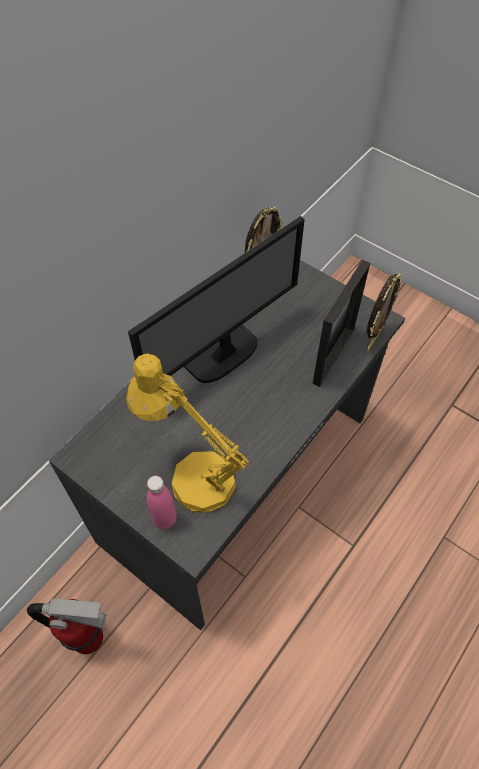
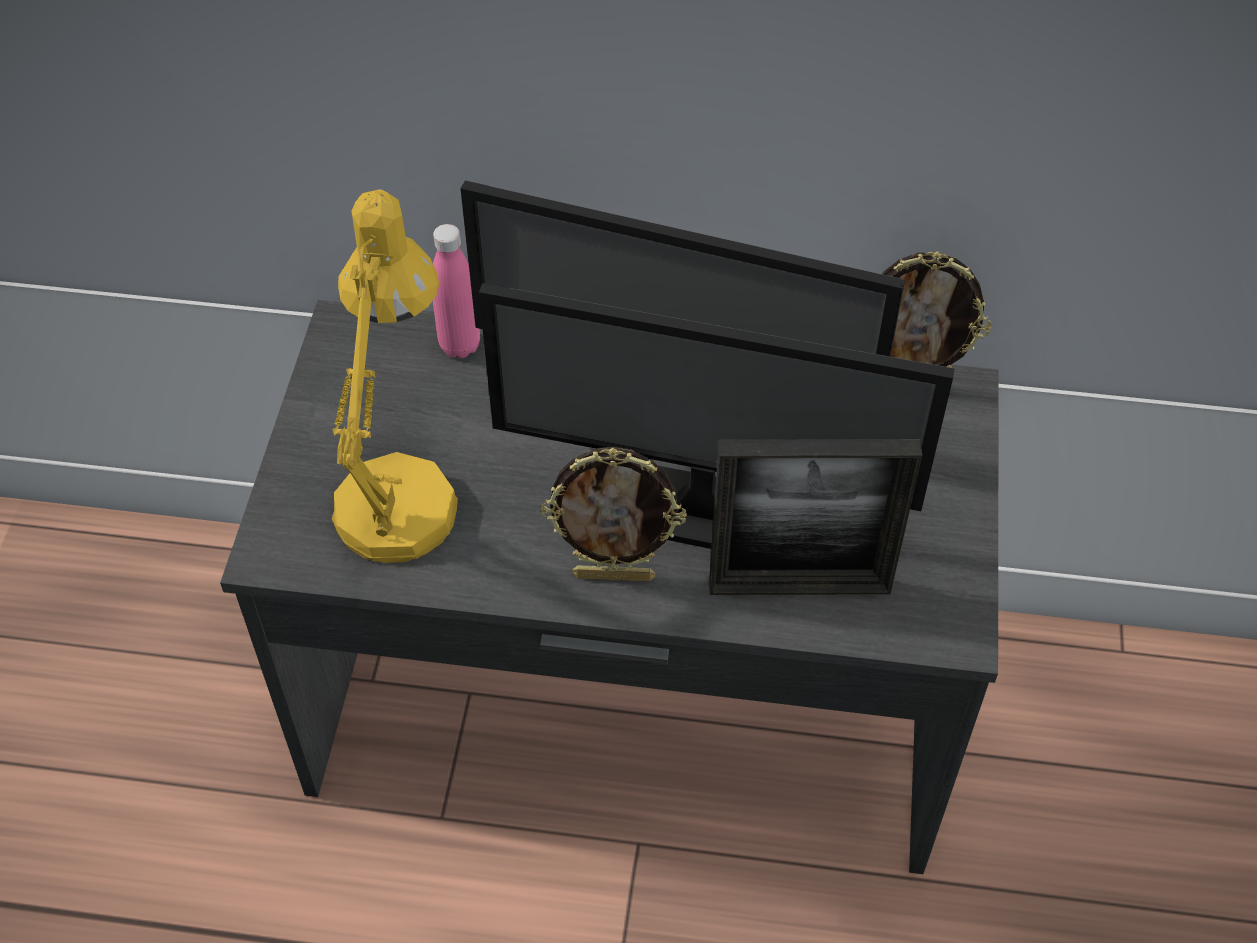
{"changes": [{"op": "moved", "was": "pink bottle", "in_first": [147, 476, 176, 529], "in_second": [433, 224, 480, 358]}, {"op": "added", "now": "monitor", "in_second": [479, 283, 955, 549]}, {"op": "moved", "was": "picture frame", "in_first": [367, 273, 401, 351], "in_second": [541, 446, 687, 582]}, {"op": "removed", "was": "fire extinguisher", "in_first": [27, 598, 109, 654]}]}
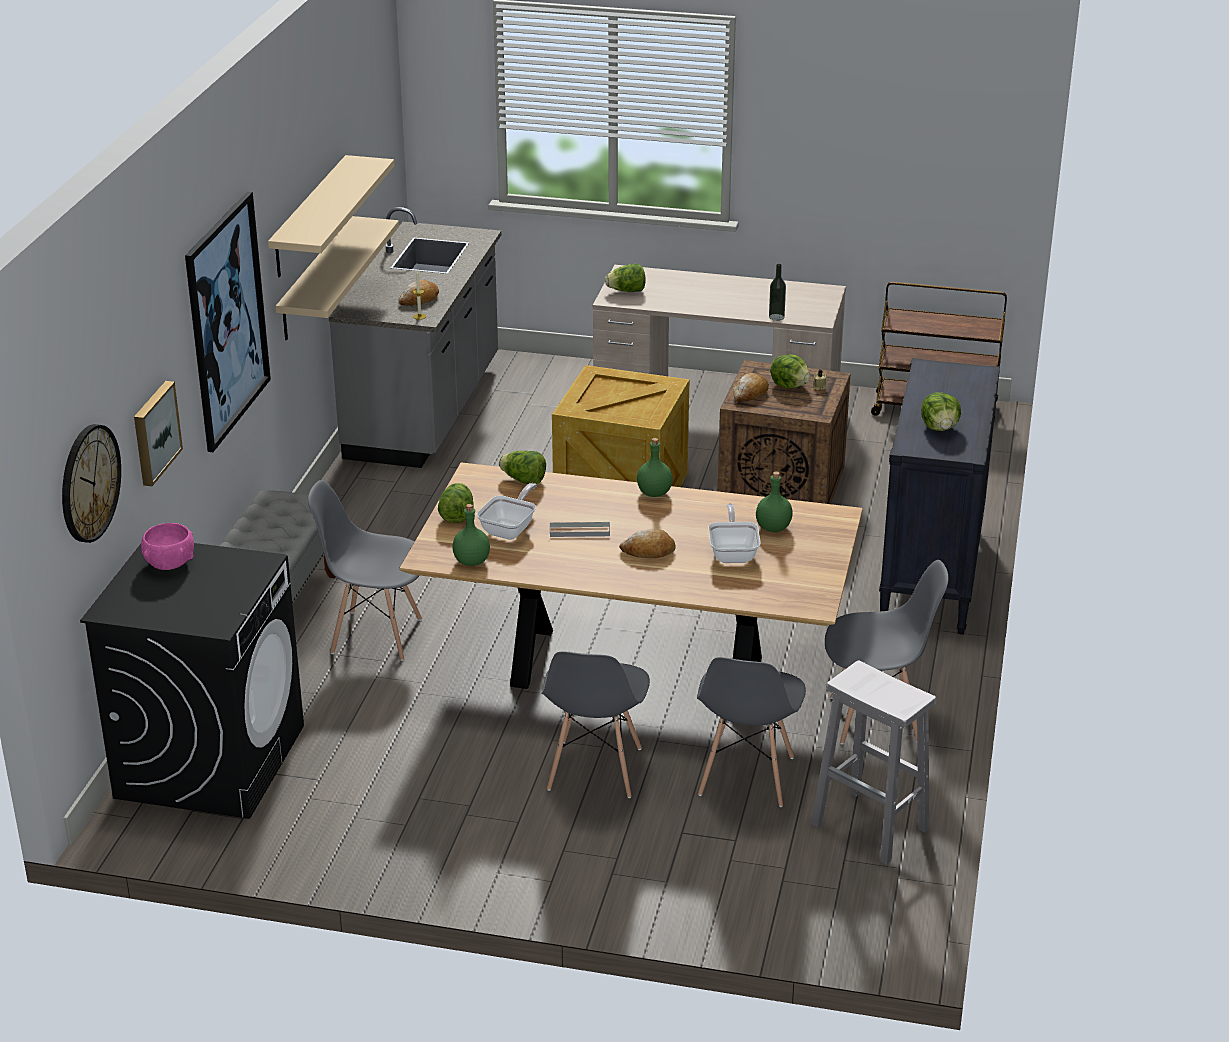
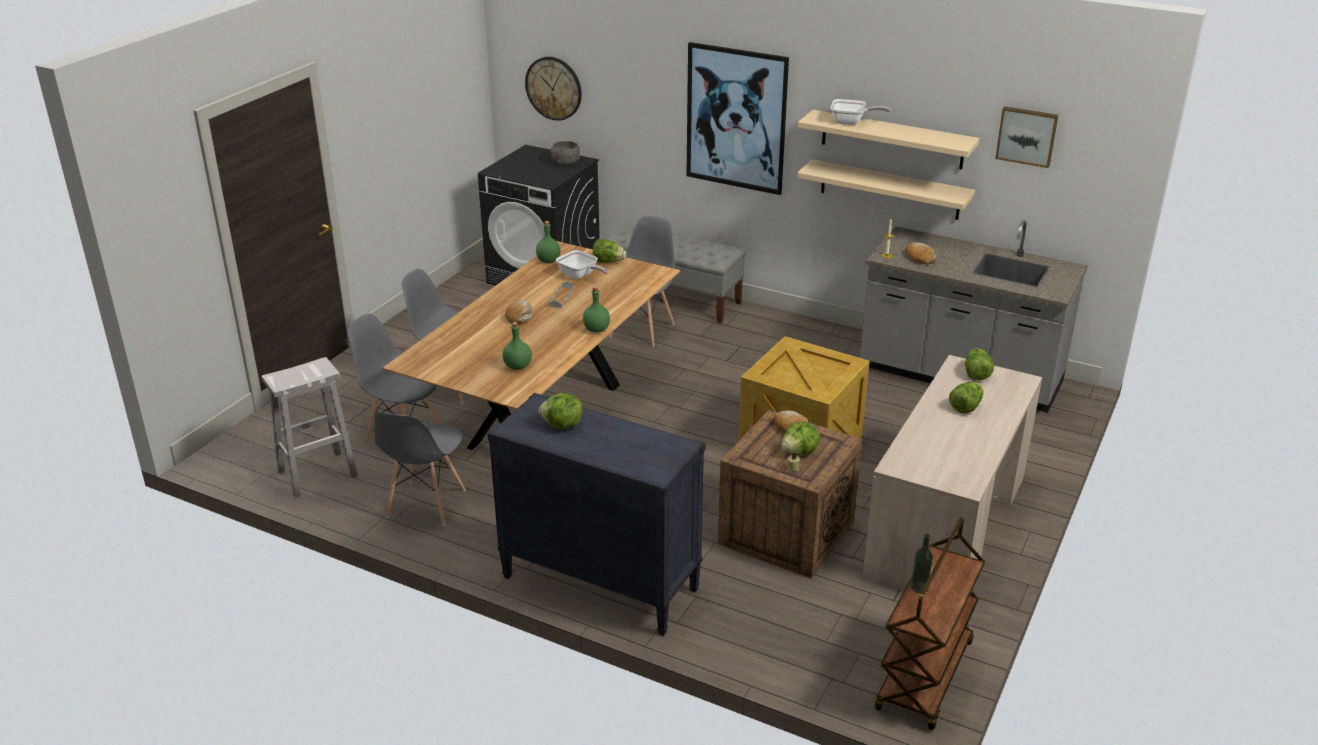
{"changes": [{"op": "recoloured", "was": "pink bowl", "now": "grey bowl", "in_first": [141, 523, 194, 570], "in_second": [551, 141, 580, 165]}, {"op": "moved", "was": "frying pan", "in_first": [708, 503, 761, 563], "in_second": [831, 99, 891, 125]}, {"op": "moved", "was": "bottle", "in_first": [769, 264, 786, 321], "in_second": [911, 534, 933, 593]}, {"op": "moved", "was": "lettuce", "in_first": [499, 451, 546, 484], "in_second": [949, 382, 983, 414]}, {"op": "moved", "was": "picture", "in_first": [134, 381, 183, 486], "in_second": [995, 106, 1058, 168]}]}
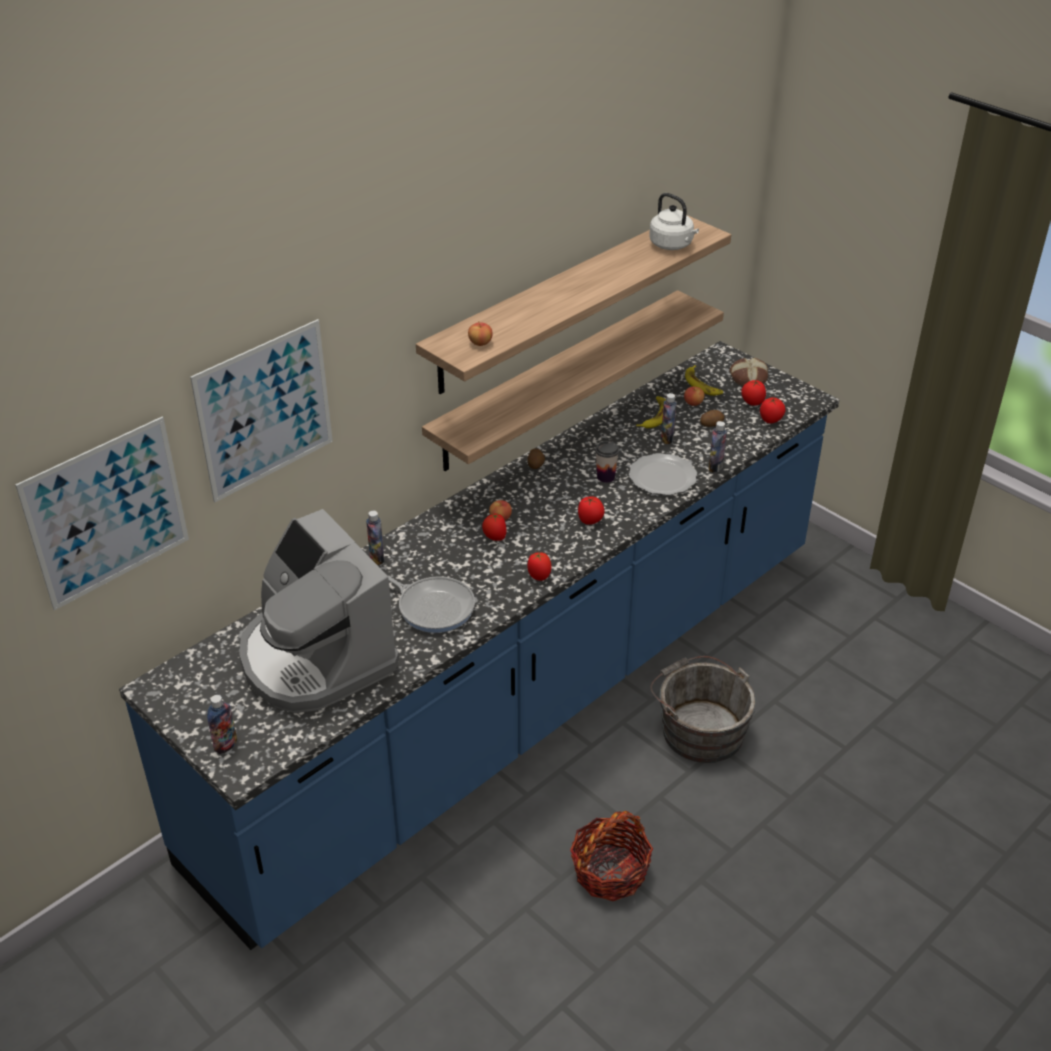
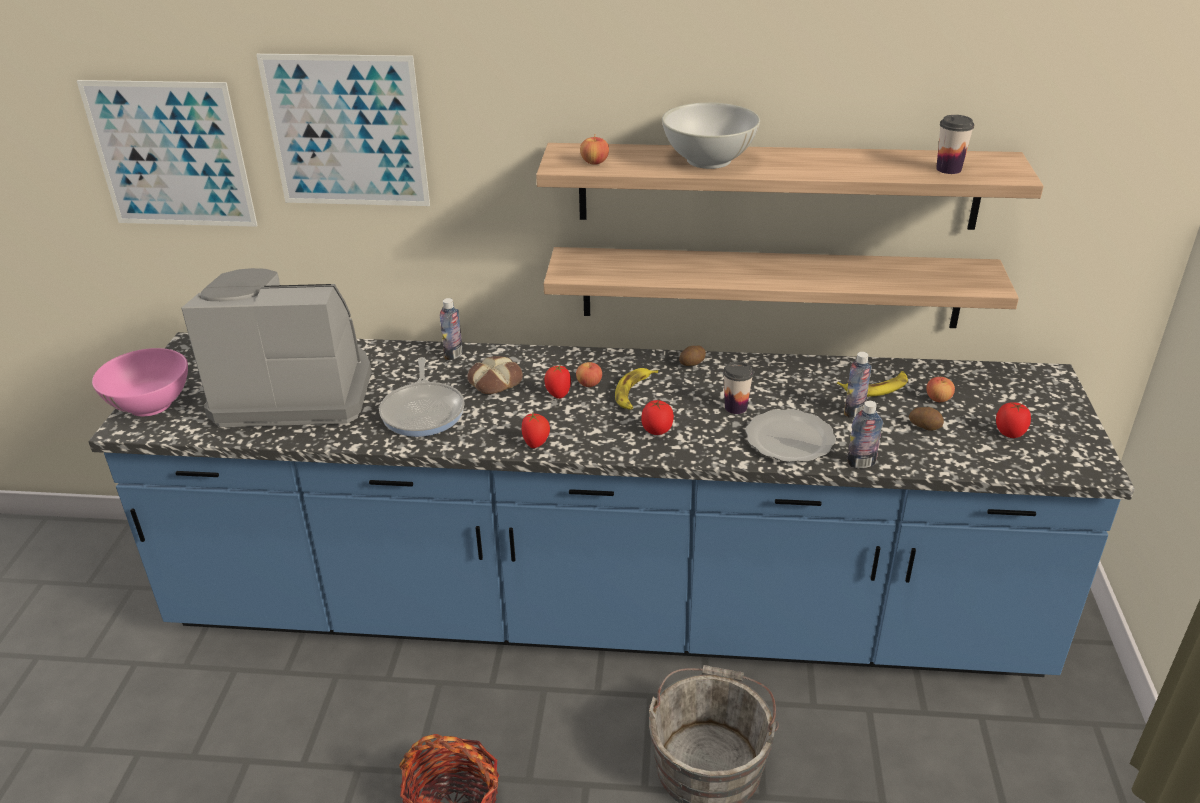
{"changes": [{"op": "replaced", "was": "bottle", "now": "pink bowl", "in_first": [207, 695, 237, 754], "in_second": [92, 348, 188, 416]}, {"op": "turned", "was": "coffee machine", "in_first": [239, 509, 399, 713], "in_second": [181, 268, 372, 427], "clockwise": 75}, {"op": "moved", "was": "bread", "in_first": [730, 358, 768, 386], "in_second": [467, 356, 523, 394]}, {"op": "moved", "was": "banana", "in_first": [685, 365, 723, 396], "in_second": [615, 368, 658, 410]}, {"op": "added", "now": "white bowl", "in_second": [662, 102, 760, 169]}, {"op": "replaced", "was": "white kettle", "now": "cup", "in_first": [649, 193, 699, 250], "in_second": [936, 115, 974, 174]}, {"op": "removed", "was": "tomato", "in_first": [760, 397, 786, 424]}]}
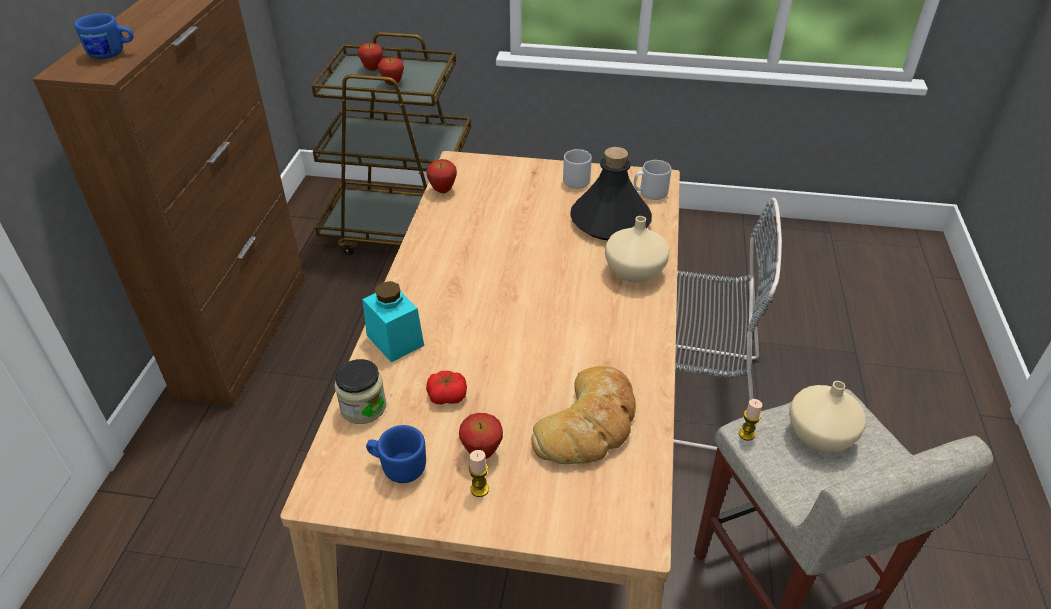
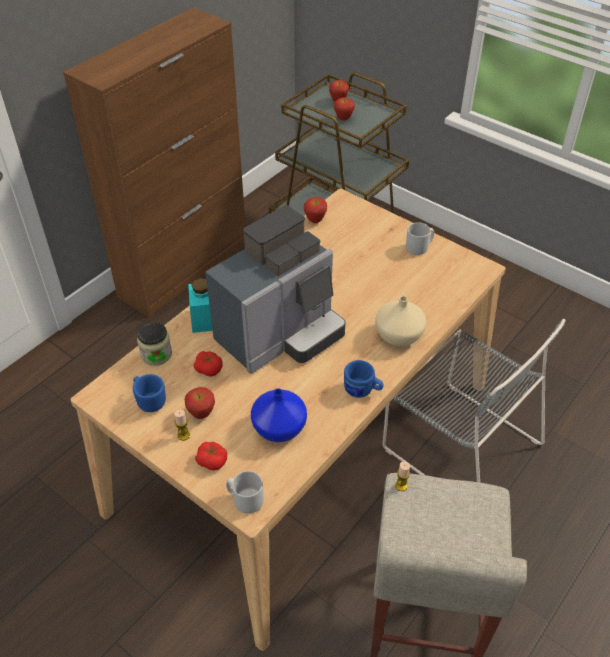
{"changes": [{"op": "added", "now": "tomato", "in_second": [195, 442, 227, 471]}, {"op": "added", "now": "coffee machine", "in_second": [205, 205, 345, 374]}, {"op": "moved", "was": "grey mug", "in_first": [634, 160, 671, 200], "in_second": [226, 471, 264, 514]}, {"op": "replaced", "was": "bread", "now": "blue vase", "in_first": [531, 366, 636, 464], "in_second": [251, 388, 307, 442]}, {"op": "moved", "was": "blue mug", "in_first": [74, 13, 133, 59], "in_second": [344, 360, 384, 398]}, {"op": "removed", "was": "black bottle", "in_first": [570, 147, 652, 240]}, {"op": "removed", "was": "beige vase", "in_first": [789, 381, 866, 452]}]}
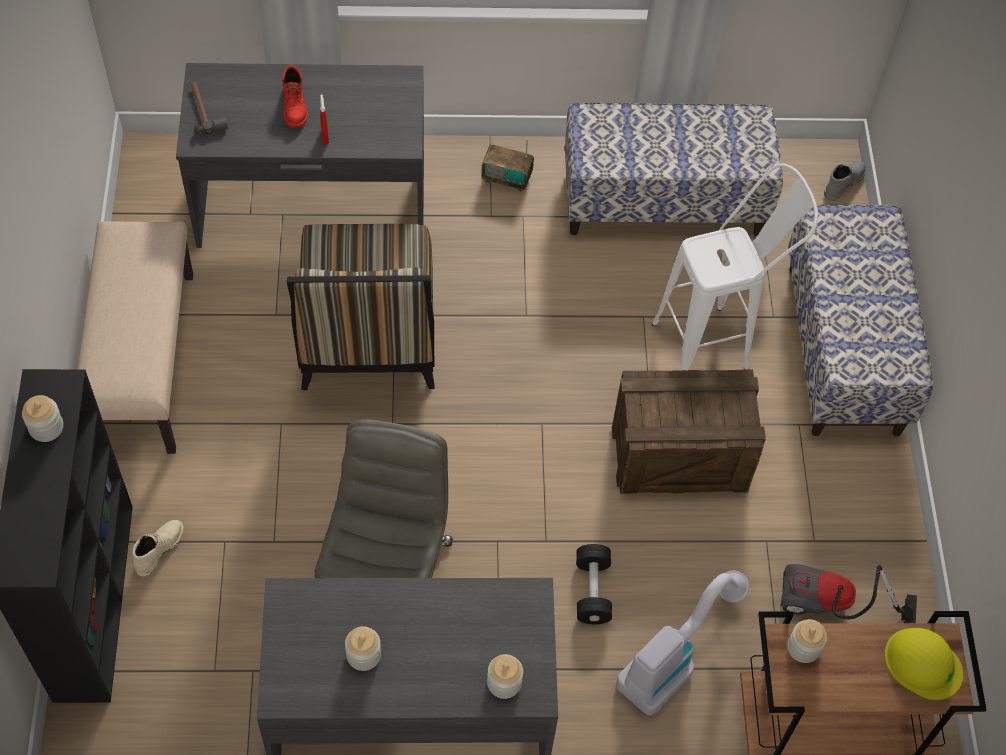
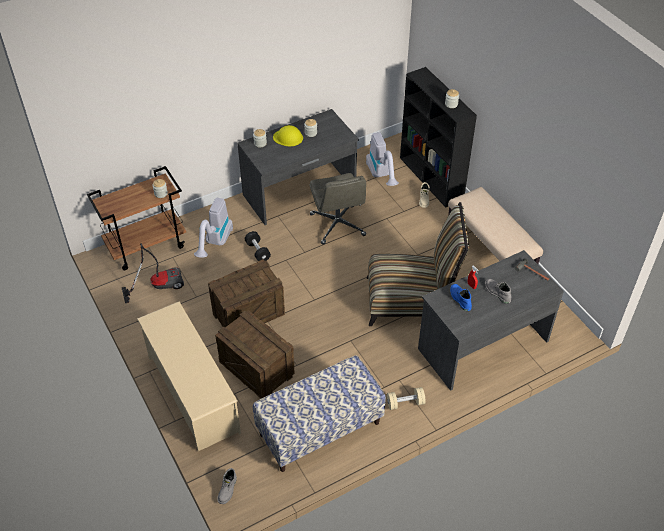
{"changes": [{"op": "replaced", "was": "bench", "now": "beige shoe rack", "in_first": [788, 205, 933, 437], "in_second": [137, 301, 241, 451]}, {"op": "replaced", "was": "white stool", "now": "crate", "in_first": [652, 163, 818, 370], "in_second": [215, 310, 295, 399]}, {"op": "moved", "was": "yellow hard hat", "in_first": [885, 628, 963, 700], "in_second": [273, 125, 303, 146]}, {"op": "added", "now": "vacuum cleaner", "in_second": [366, 132, 399, 186]}, {"op": "turned", "was": "chair", "in_first": [287, 224, 434, 390], "in_second": [367, 202, 469, 326], "clockwise": 120}, {"op": "replaced", "was": "radio", "now": "beige dumbbell", "in_first": [481, 139, 534, 192], "in_second": [387, 387, 426, 410]}, {"op": "added", "now": "blue boot", "in_second": [450, 284, 472, 311]}, {"op": "recoloured", "was": "red boot", "now": "grey boot", "in_first": [282, 66, 307, 128], "in_second": [485, 279, 511, 304]}]}
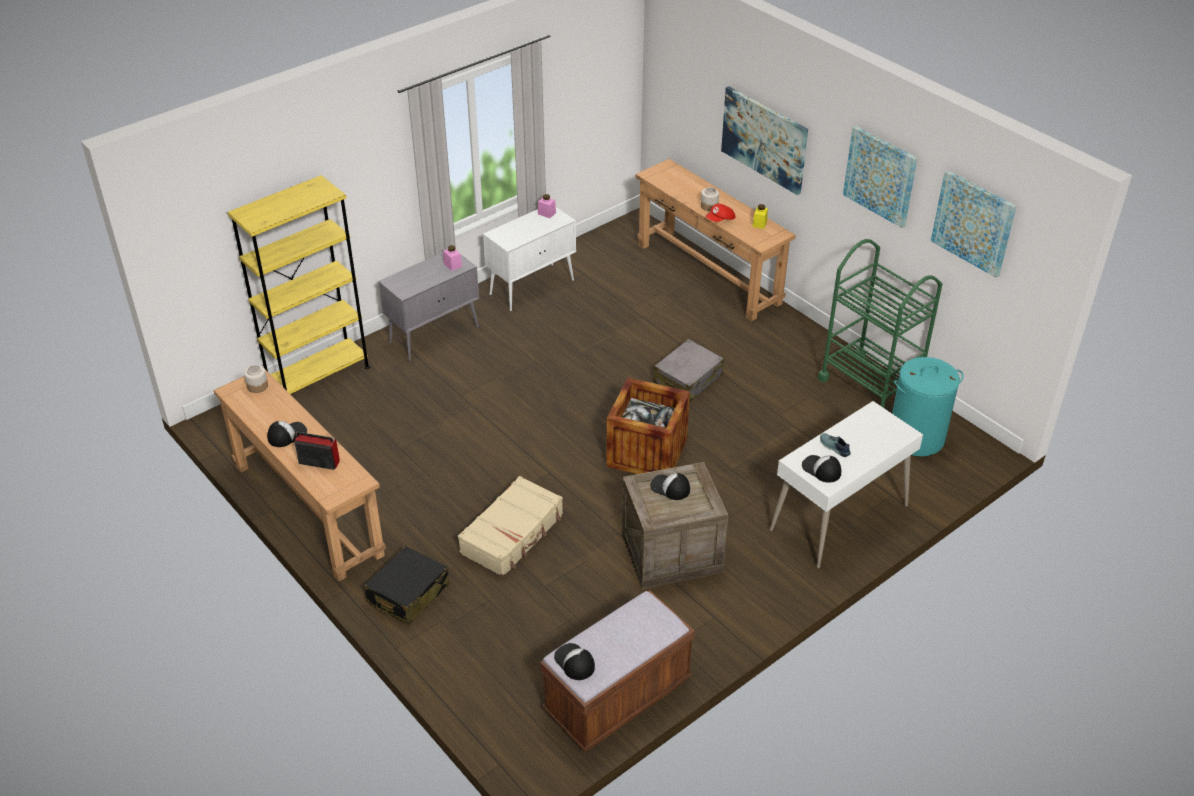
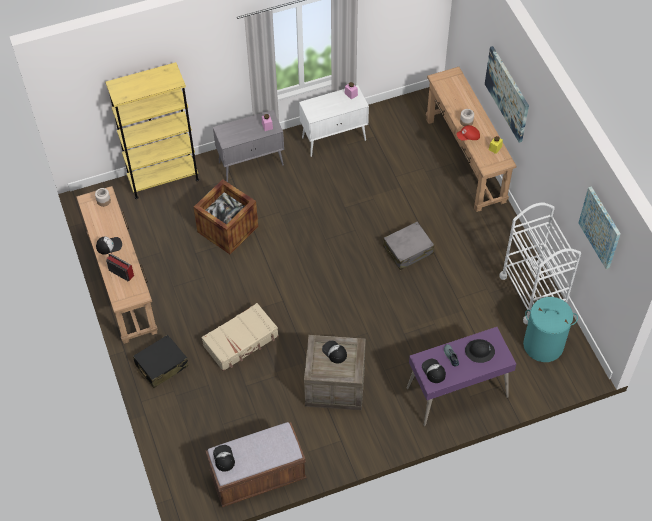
{"changes": [{"op": "moved", "was": "crate", "in_first": [606, 378, 690, 474], "in_second": [193, 179, 258, 254]}, {"op": "recoloured", "was": "white desk", "now": "purple desk", "in_first": [770, 401, 923, 568], "in_second": [407, 327, 516, 426]}, {"op": "added", "now": "black hard hat", "in_second": [465, 339, 495, 363]}, {"op": "recoloured", "was": "green cart", "now": "white cart", "in_first": [818, 239, 942, 408], "in_second": [499, 203, 581, 324]}, {"op": "removed", "was": "picture", "in_first": [843, 126, 918, 228]}]}
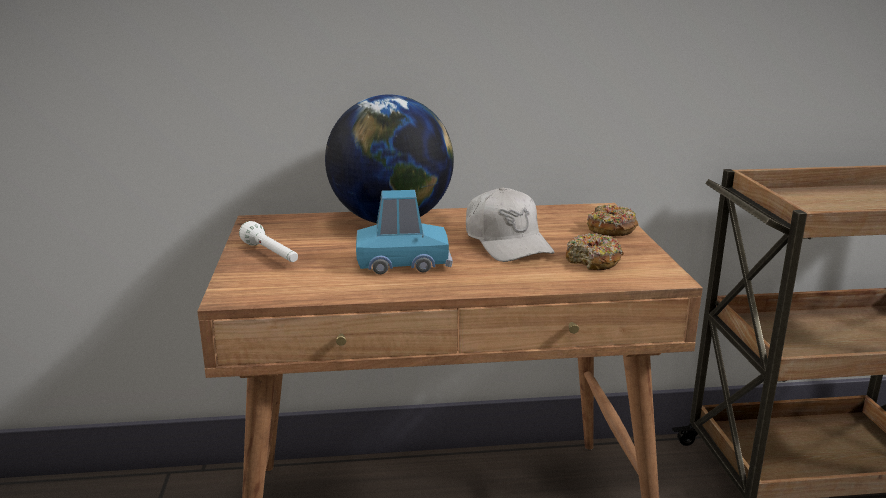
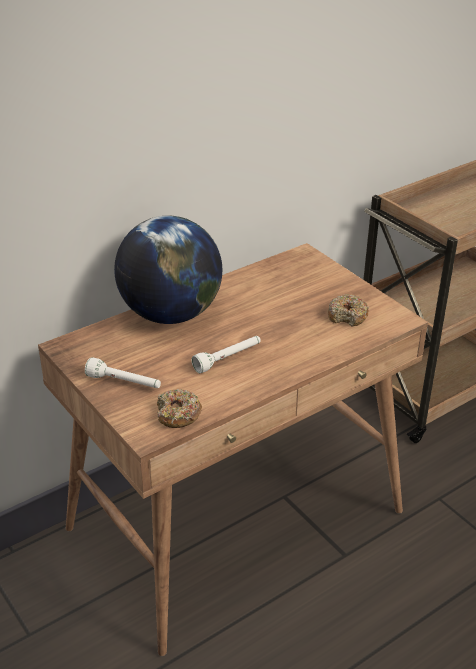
{"changes": [{"op": "moved", "was": "donut", "in_first": [587, 204, 638, 236], "in_second": [157, 389, 202, 428]}, {"op": "replaced", "was": "blue toy car", "now": "white flashlight", "in_first": [356, 190, 453, 274], "in_second": [192, 336, 261, 373]}, {"op": "removed", "was": "white cap", "in_first": [466, 187, 554, 262]}]}
